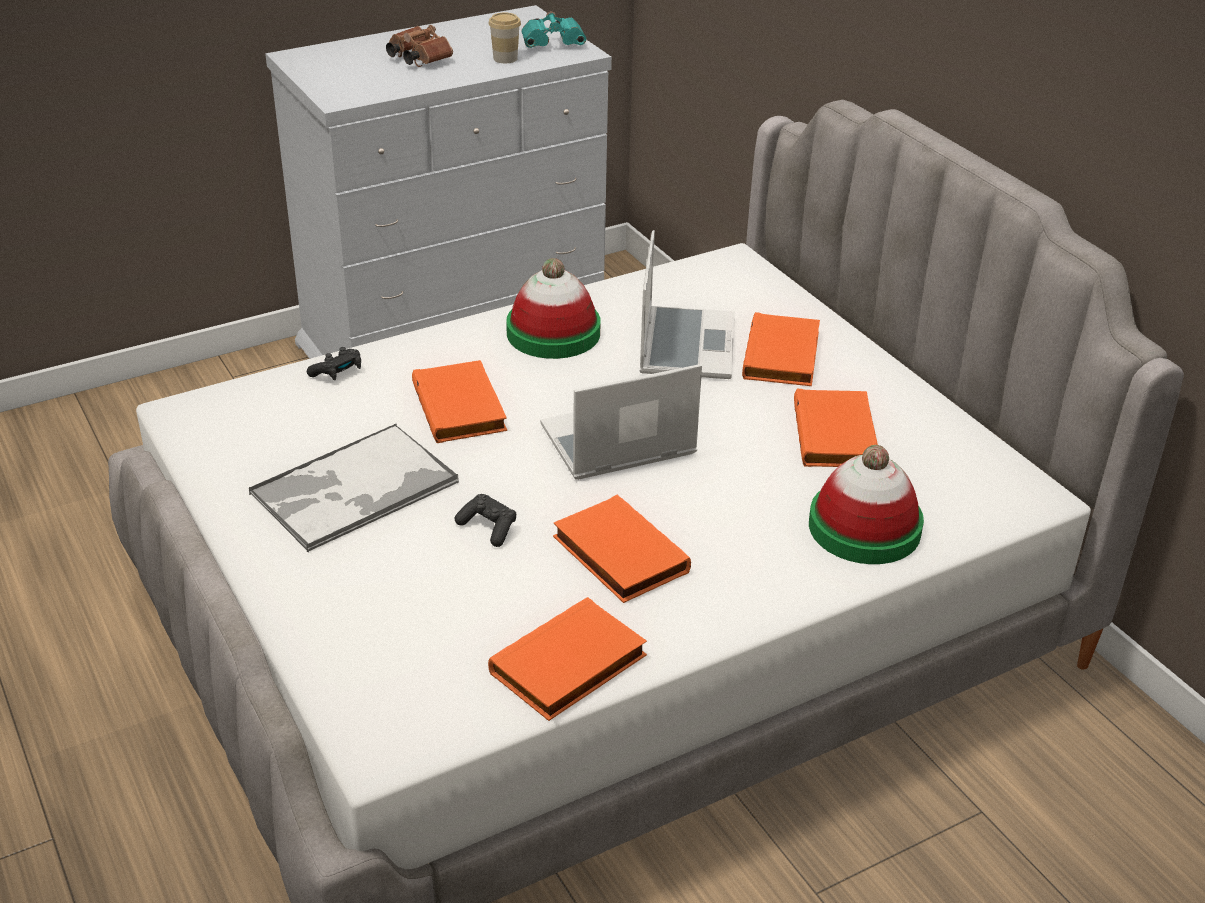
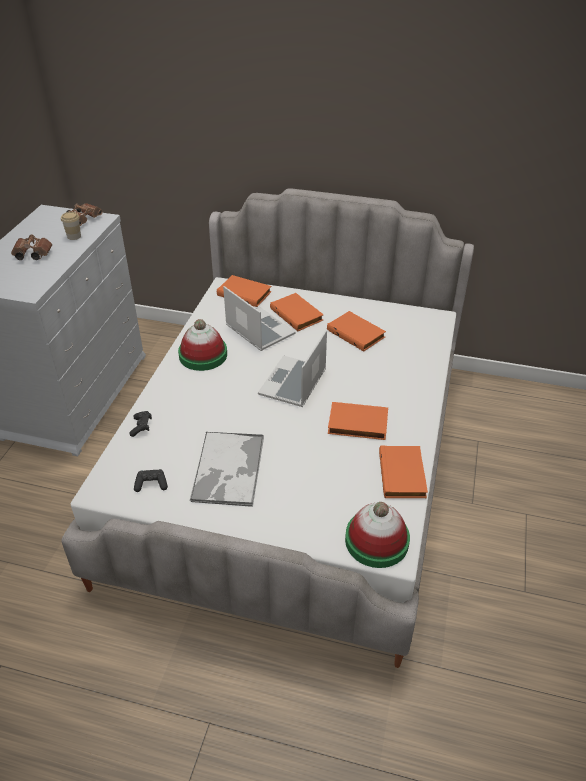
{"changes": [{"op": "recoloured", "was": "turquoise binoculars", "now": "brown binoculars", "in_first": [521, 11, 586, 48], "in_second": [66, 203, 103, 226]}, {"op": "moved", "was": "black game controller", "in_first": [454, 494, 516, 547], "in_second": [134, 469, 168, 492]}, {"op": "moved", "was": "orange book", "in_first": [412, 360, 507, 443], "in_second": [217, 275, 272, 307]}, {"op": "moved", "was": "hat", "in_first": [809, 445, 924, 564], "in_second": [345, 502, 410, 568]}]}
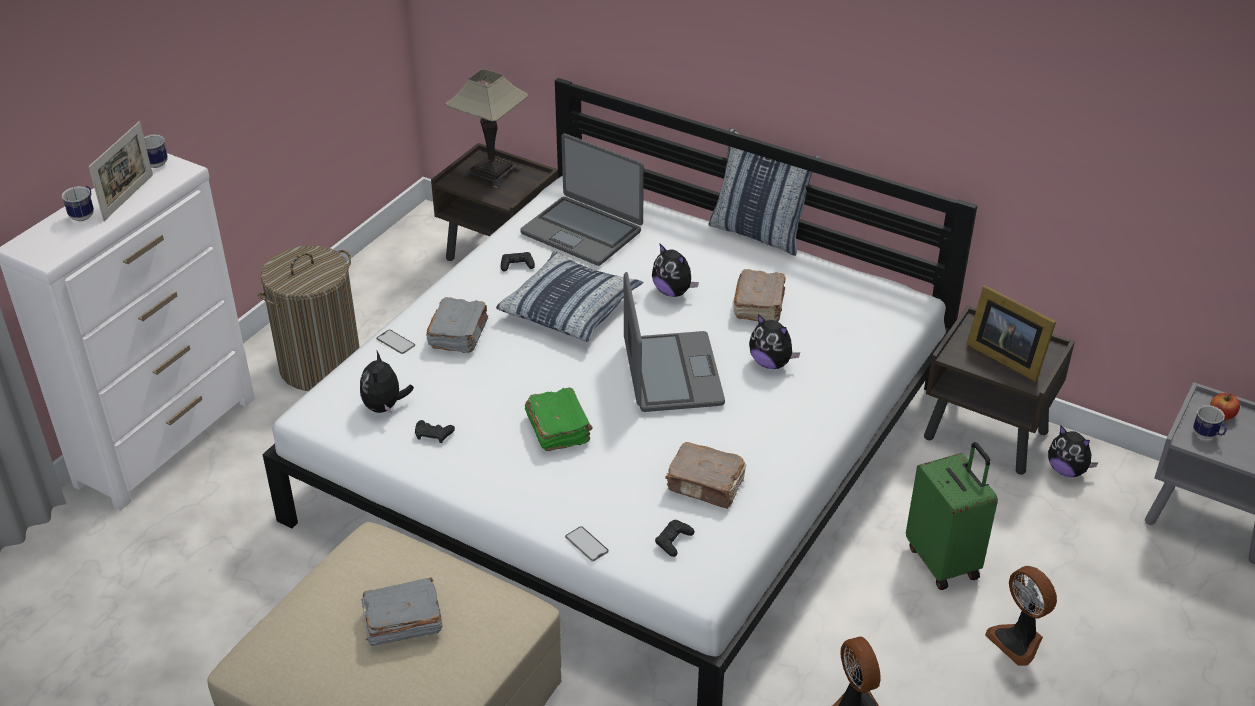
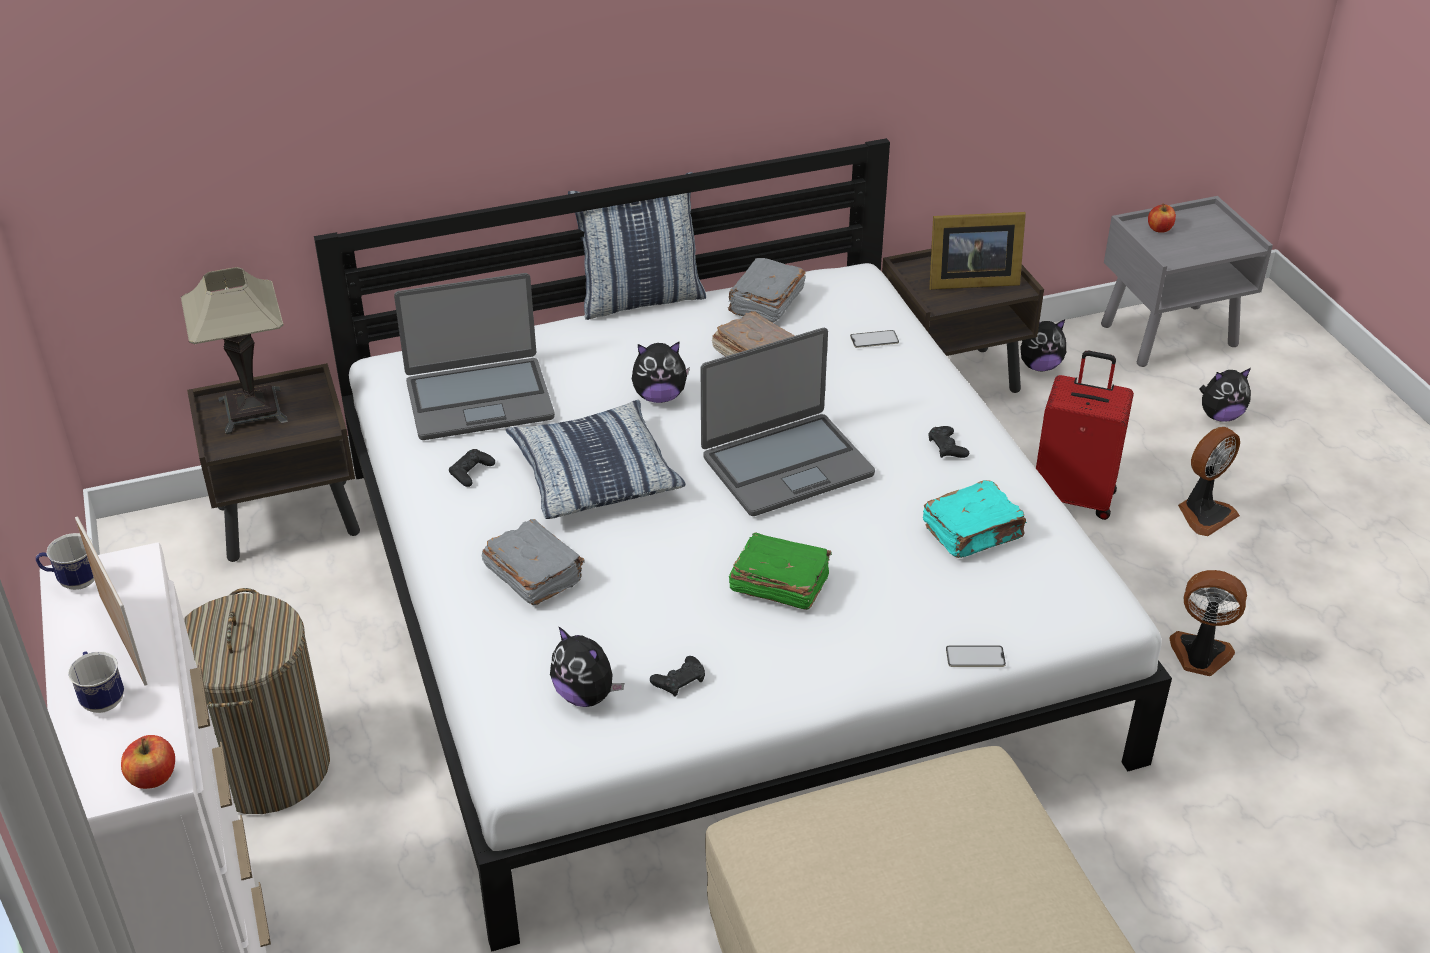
{"changes": [{"op": "added", "now": "apple", "in_second": [121, 735, 175, 789]}, {"op": "turned", "was": "laptop", "in_first": [624, 272, 725, 412], "in_second": [701, 328, 875, 516], "clockwise": 120}, {"op": "moved", "was": "grey book", "in_first": [361, 577, 443, 646], "in_second": [728, 258, 806, 323]}, {"op": "moved", "was": "phone", "in_first": [376, 330, 415, 354], "in_second": [850, 330, 899, 348]}, {"op": "recoloured", "was": "brown book", "now": "turquoise book", "in_first": [665, 442, 746, 509], "in_second": [923, 480, 1027, 558]}, {"op": "moved", "was": "black game controller", "in_first": [655, 520, 695, 557], "in_second": [928, 426, 969, 458]}, {"op": "recoloured", "was": "green suitcase", "now": "red suitcase", "in_first": [906, 442, 998, 590], "in_second": [1036, 351, 1134, 520]}, {"op": "turned", "was": "fan", "in_first": [985, 566, 1057, 666], "in_second": [1178, 427, 1240, 536], "clockwise": -45}, {"op": "moved", "was": "plush toy", "in_first": [749, 314, 800, 369], "in_second": [1199, 368, 1251, 422]}, {"op": "removed", "was": "mug", "in_first": [1193, 405, 1227, 439]}]}
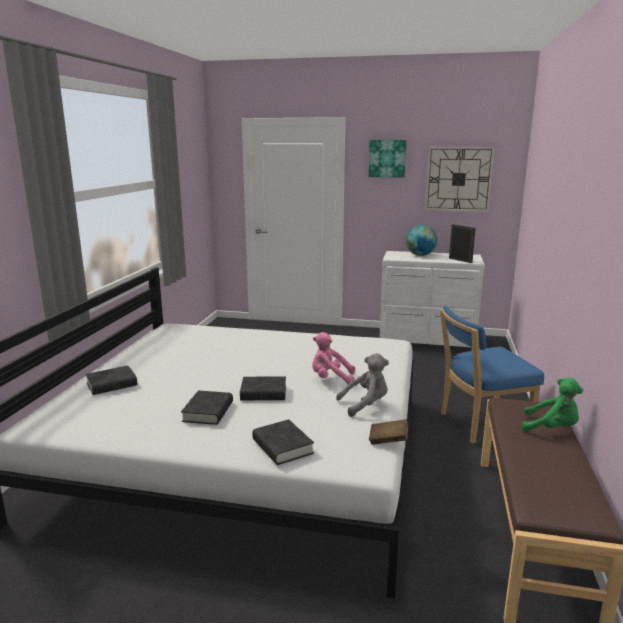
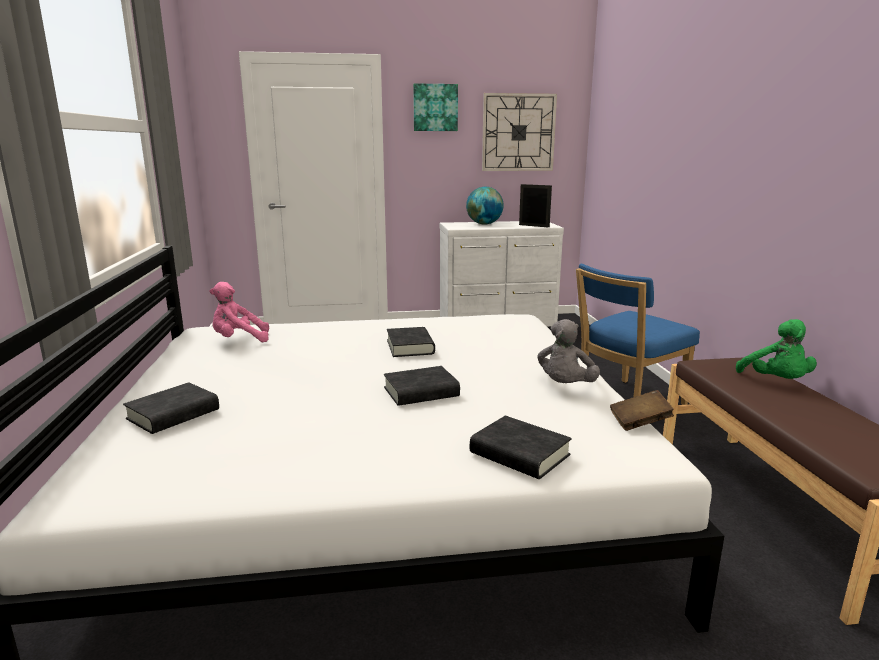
{"changes": [{"op": "moved", "was": "pink plush toy", "in_first": [312, 332, 355, 384], "in_second": [209, 282, 269, 342]}, {"op": "moved", "was": "black book", "in_first": [181, 390, 233, 425], "in_second": [387, 327, 435, 357]}, {"op": "turned", "was": "grey plush toy", "in_first": [336, 353, 389, 417], "in_second": [537, 319, 600, 383], "clockwise": 150}, {"op": "turned", "was": "green plush toy", "in_first": [522, 378, 583, 432], "in_second": [736, 319, 817, 379], "clockwise": 75}]}
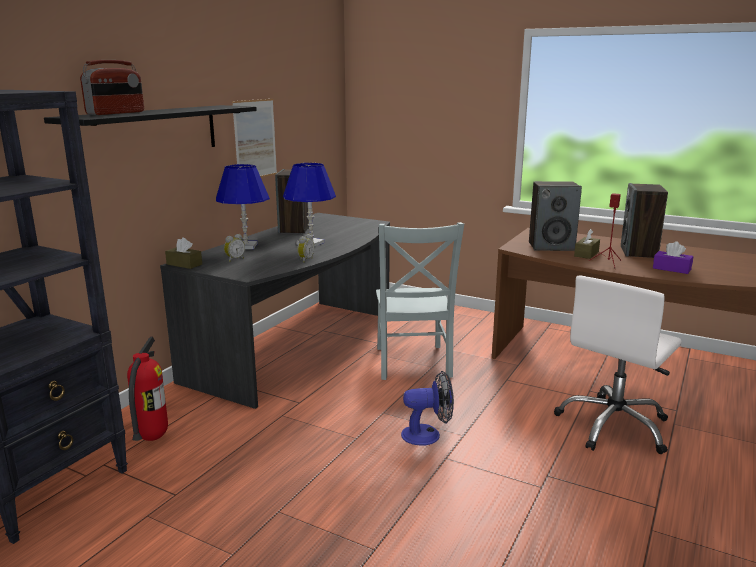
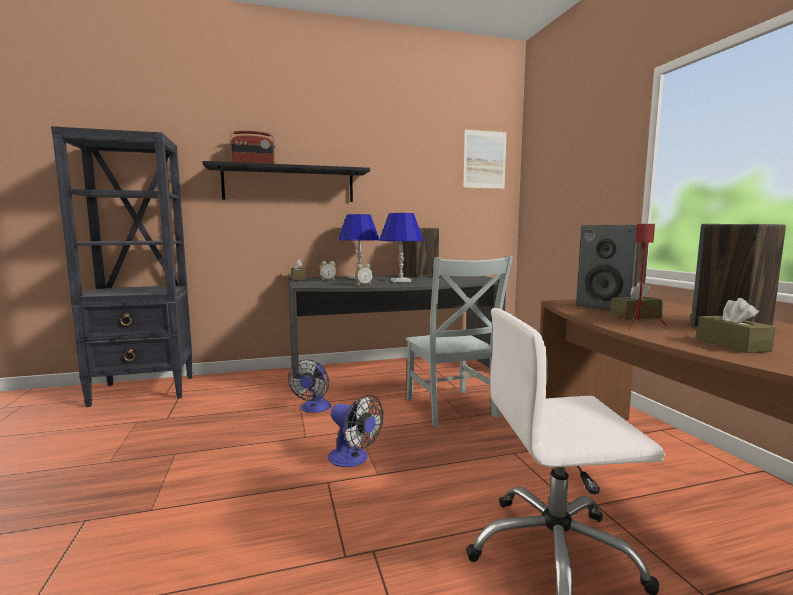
{"changes": [{"op": "added", "now": "fan", "in_second": [288, 360, 331, 413]}, {"op": "turned", "was": "grey chair", "in_first": [376, 222, 464, 380], "in_second": [405, 256, 513, 428], "clockwise": -60}, {"op": "moved", "was": "picture", "in_first": [232, 99, 277, 178], "in_second": [463, 128, 507, 190]}, {"op": "recoloured", "was": "purple tissue box", "now": "brown tissue box", "in_first": [653, 241, 693, 274], "in_second": [697, 298, 775, 353]}, {"op": "removed", "was": "fire extinguisher", "in_first": [127, 336, 168, 441]}]}
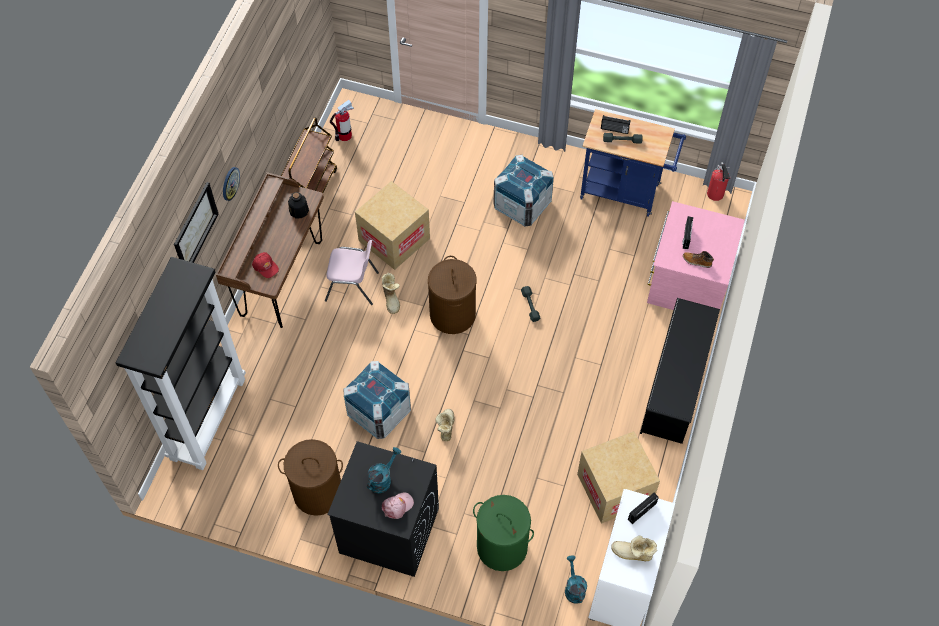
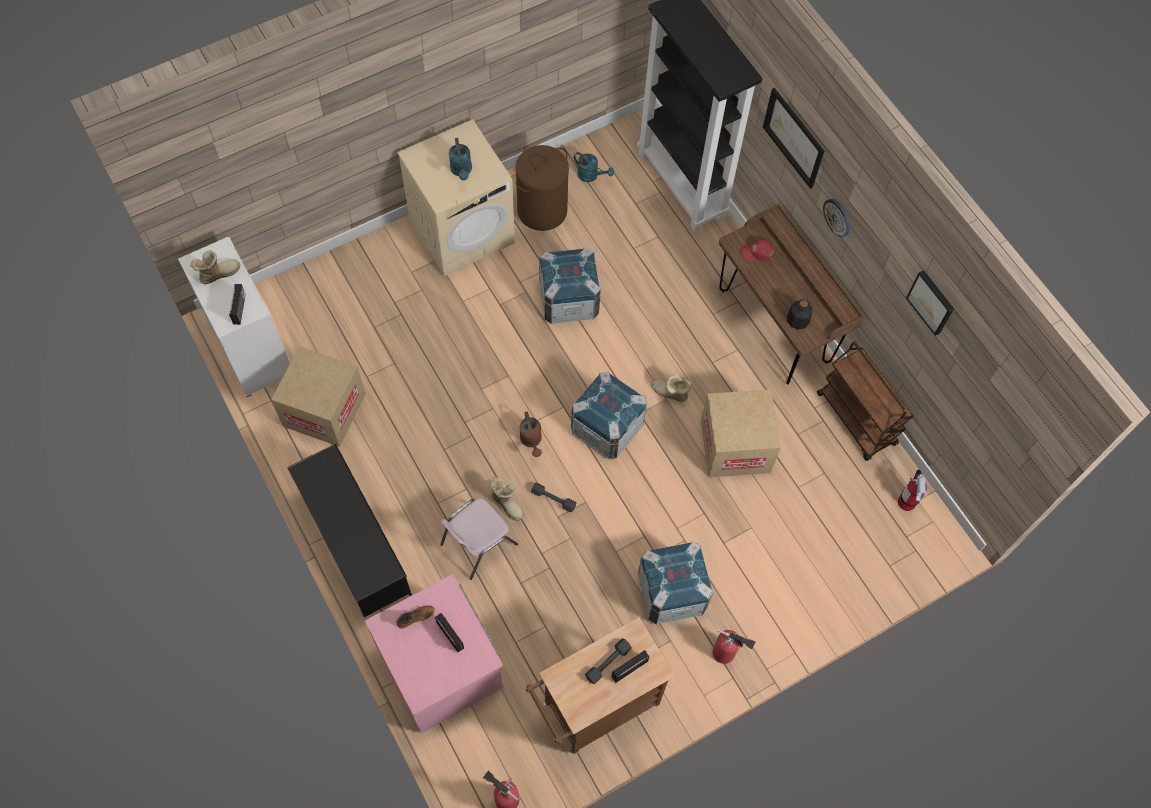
{"changes": [{"op": "recoloured", "was": "black washing machine", "now": "beige washing machine", "in_first": [327, 441, 439, 577], "in_second": [397, 119, 515, 276]}, {"op": "moved", "was": "pink chair", "in_first": [325, 240, 379, 305], "in_second": [440, 498, 518, 580]}, {"op": "moved", "was": "boot", "in_first": [435, 409, 454, 441], "in_second": [490, 477, 524, 521]}, {"op": "added", "now": "brown watering can", "in_second": [520, 411, 542, 457]}, {"op": "recoloured", "was": "blue cart", "now": "brown cart", "in_first": [580, 109, 686, 217], "in_second": [526, 617, 675, 754]}, {"op": "replaced", "was": "brown laundry basket", "now": "crate", "in_first": [428, 256, 477, 334], "in_second": [571, 372, 647, 459]}, {"op": "moved", "was": "turquoise watering can", "in_first": [565, 555, 587, 604], "in_second": [574, 152, 614, 182]}, {"op": "added", "now": "fire extinguisher", "in_second": [712, 629, 756, 664]}, {"op": "added", "now": "picture", "in_second": [906, 270, 954, 336]}, {"op": "removed", "was": "pink cap", "in_first": [382, 492, 414, 519]}, {"op": "removed", "was": "green laundry basket", "in_first": [473, 495, 534, 571]}]}
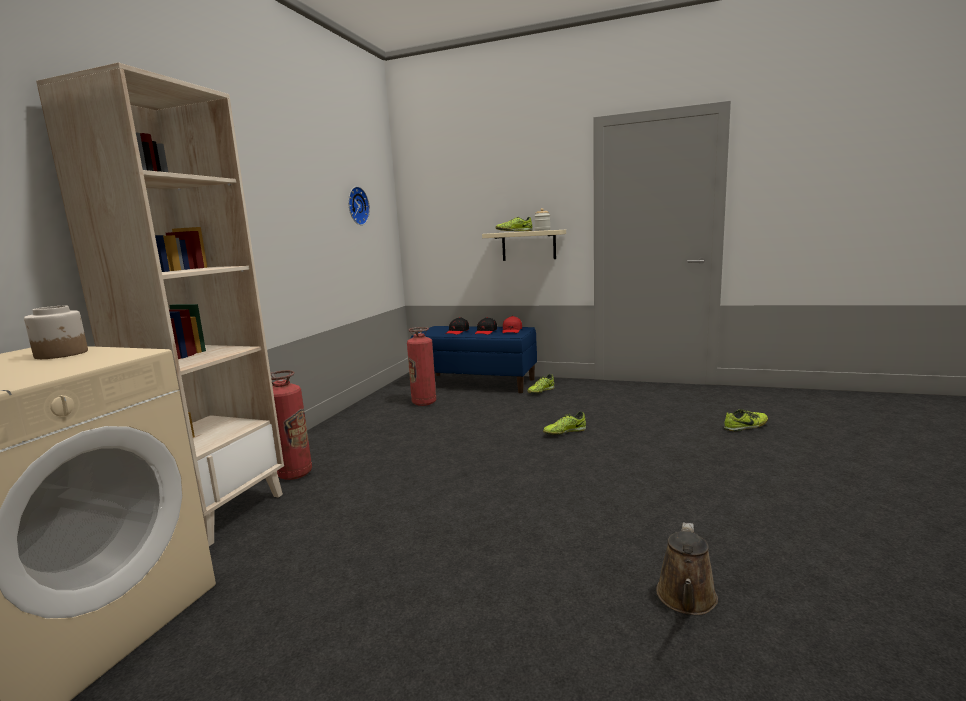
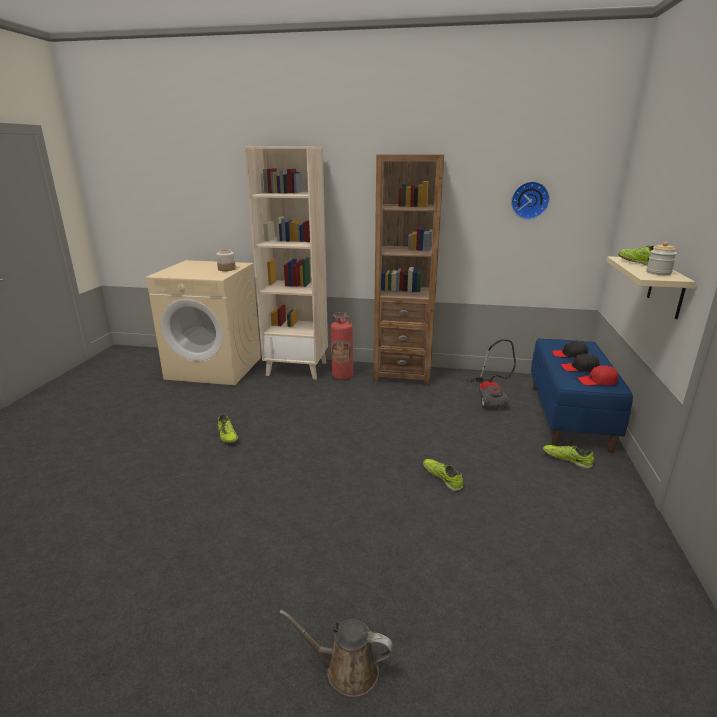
{"changes": [{"op": "moved", "was": "shoe", "in_first": [724, 409, 768, 431], "in_second": [218, 414, 238, 443]}, {"op": "moved", "was": "brown watering can", "in_first": [656, 523, 718, 615], "in_second": [280, 610, 393, 697]}, {"op": "added", "now": "brown bookcase", "in_second": [373, 154, 444, 386]}, {"op": "replaced", "was": "fire extinguisher", "now": "vacuum cleaner", "in_first": [407, 327, 436, 406], "in_second": [467, 339, 516, 409]}]}
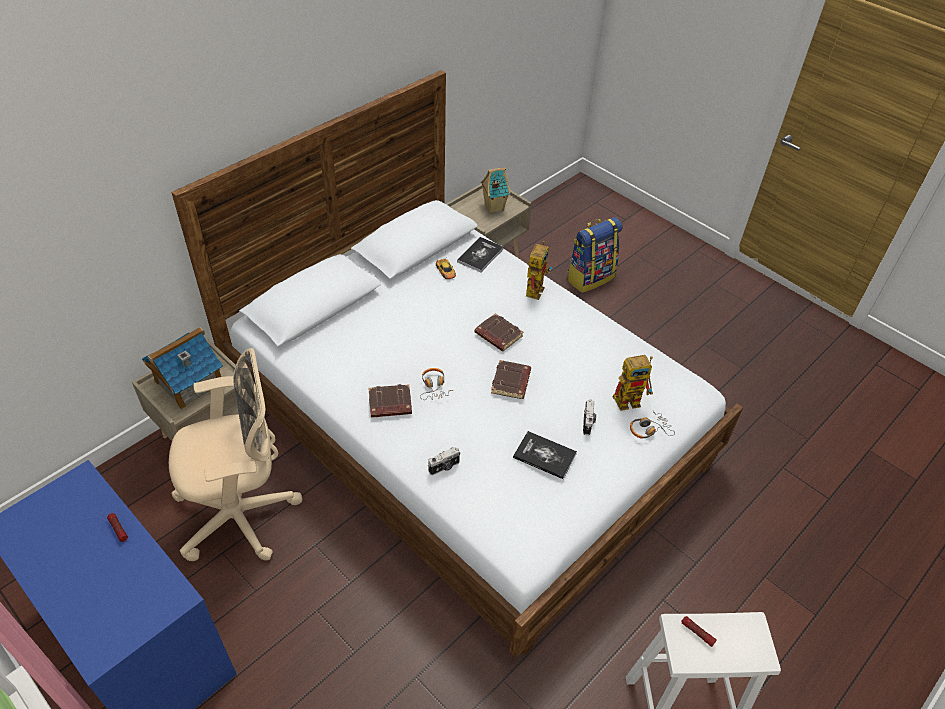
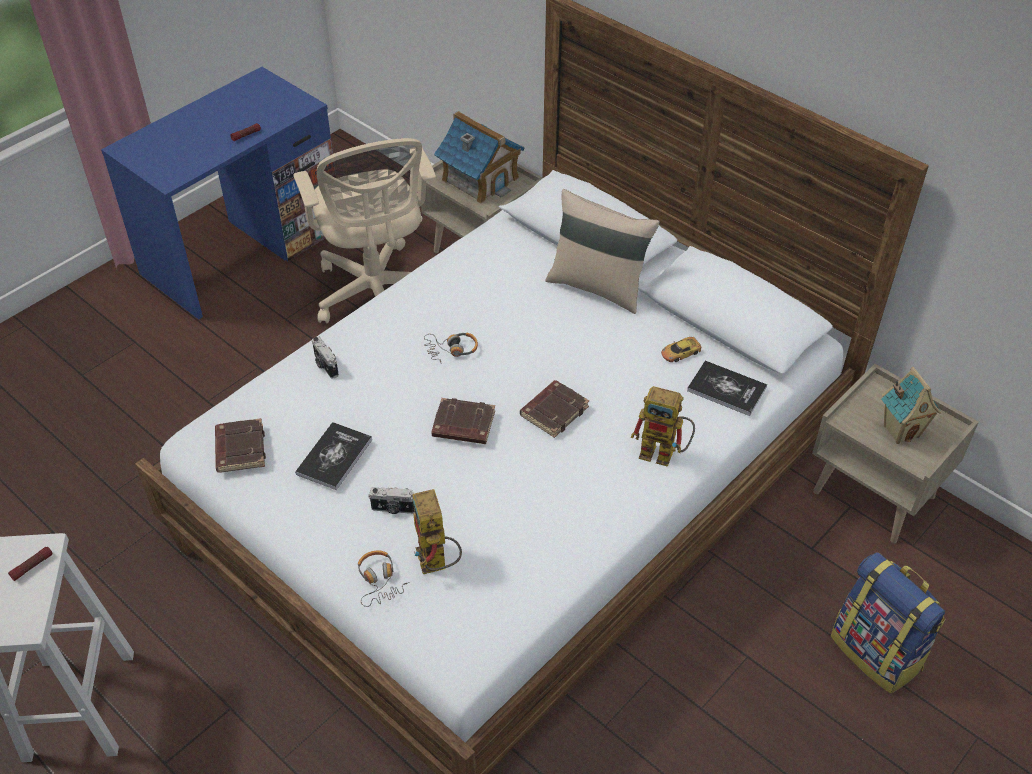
{"changes": [{"op": "moved", "was": "brown book", "in_first": [368, 384, 412, 418], "in_second": [215, 418, 266, 473]}, {"op": "added", "now": "beige pillow", "in_second": [546, 189, 660, 314]}]}
